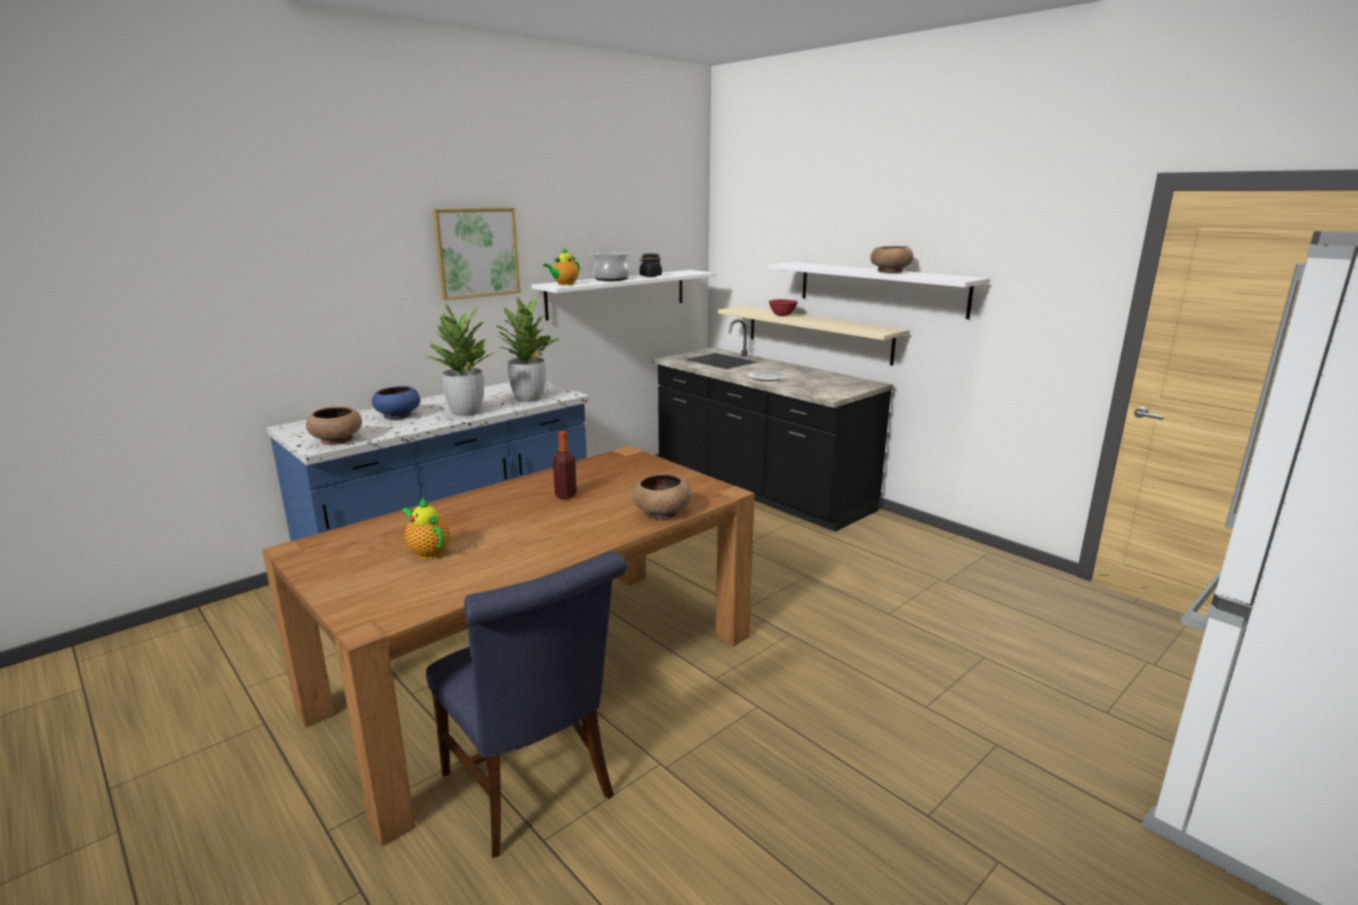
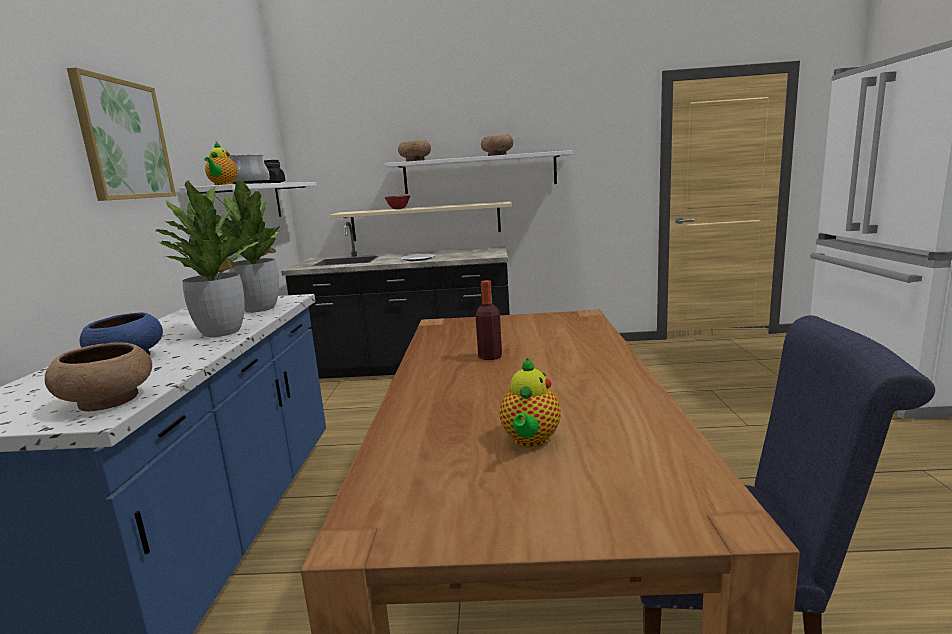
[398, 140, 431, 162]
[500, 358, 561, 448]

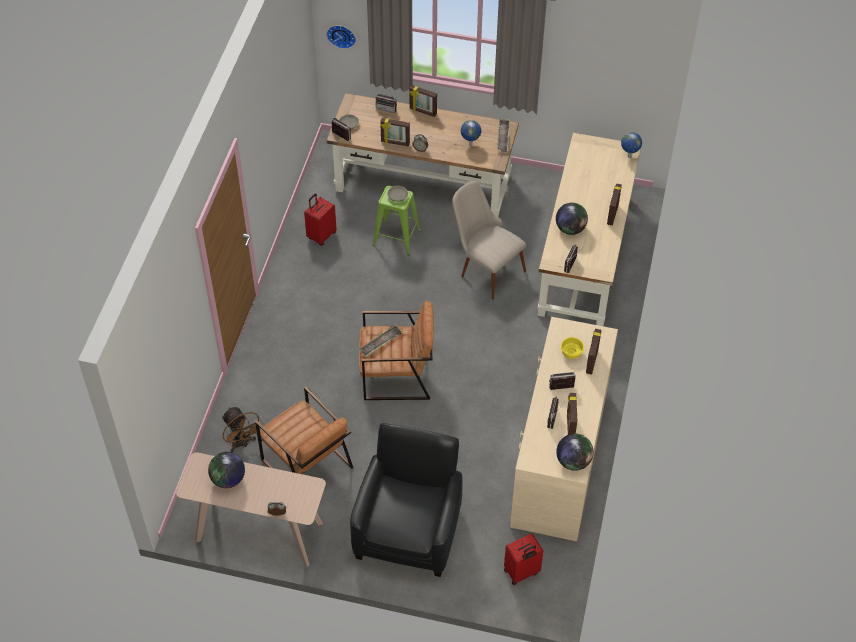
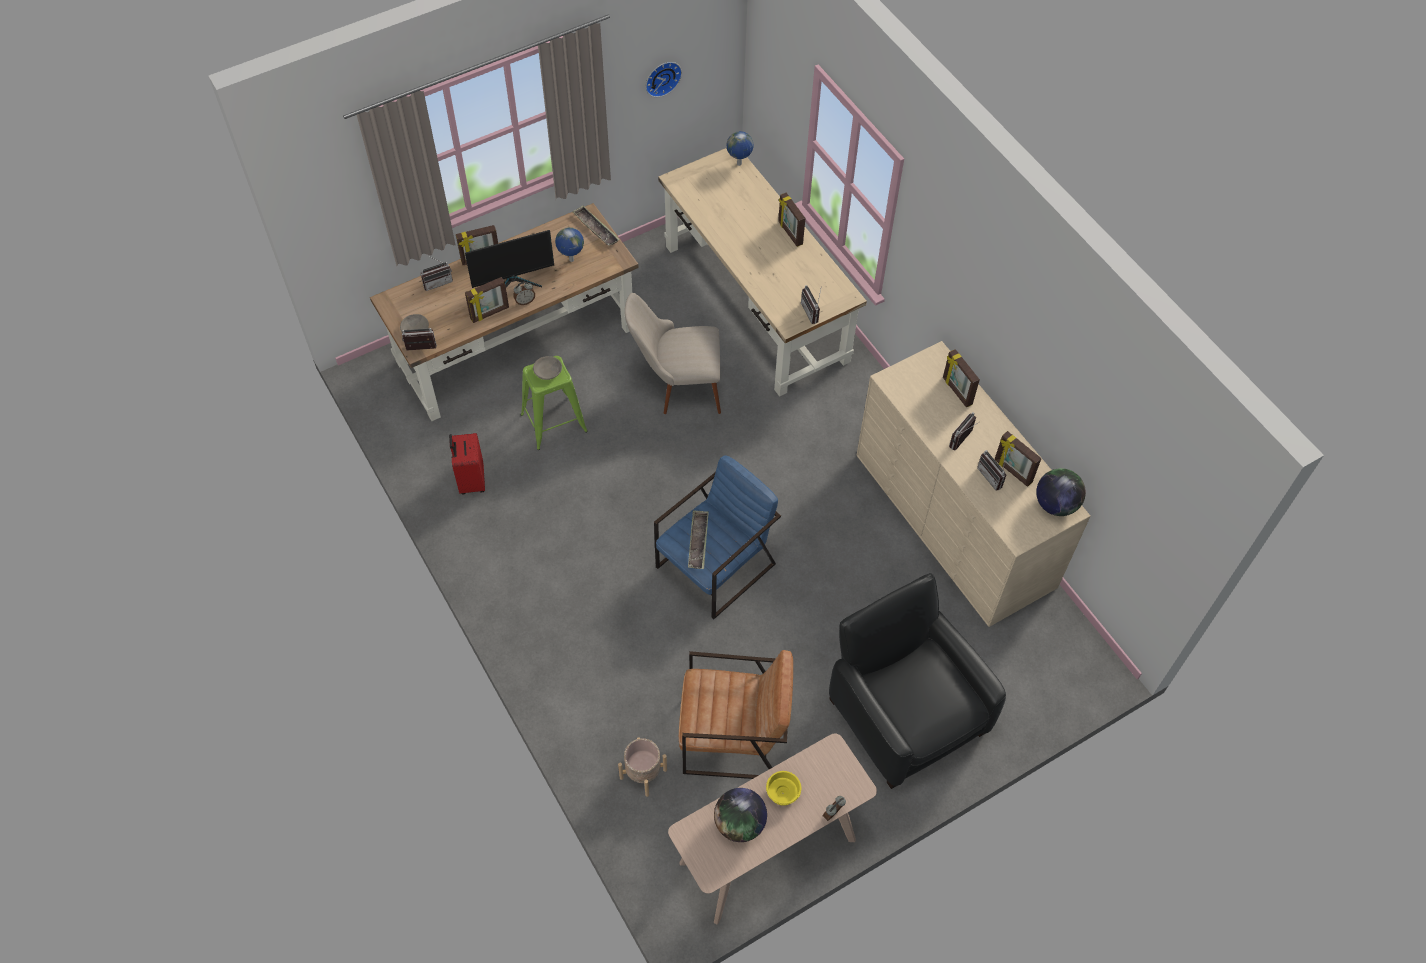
[646, 62, 682, 97]
[556, 203, 588, 235] (first image)
[654, 455, 781, 619]
[766, 771, 801, 806]
[618, 738, 667, 797]
[504, 533, 543, 585] (first image)
[465, 230, 554, 288]

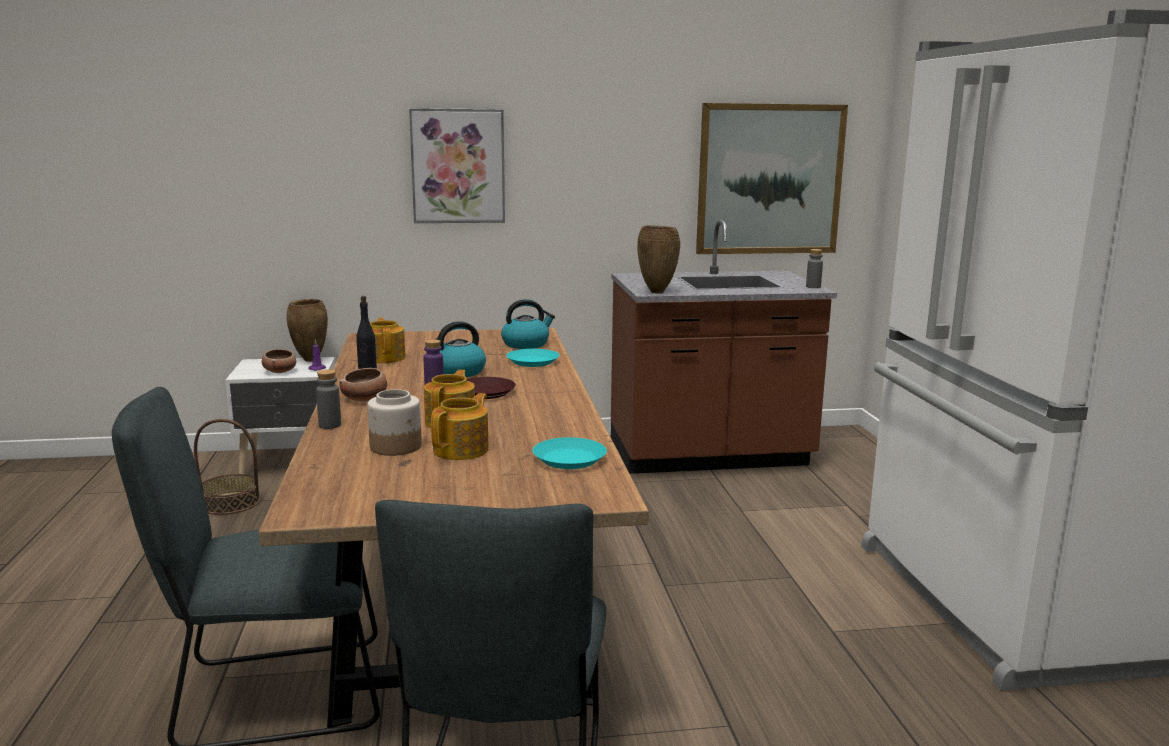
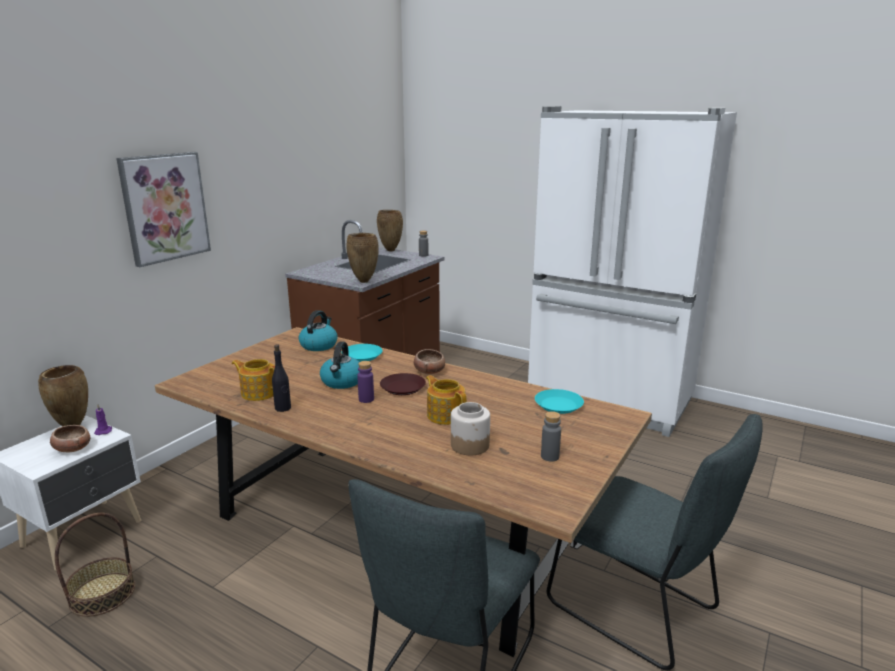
[696, 103, 848, 254] (first image)
[414, 349, 445, 374]
[541, 411, 561, 462]
[431, 393, 489, 460] (first image)
[377, 210, 403, 251]

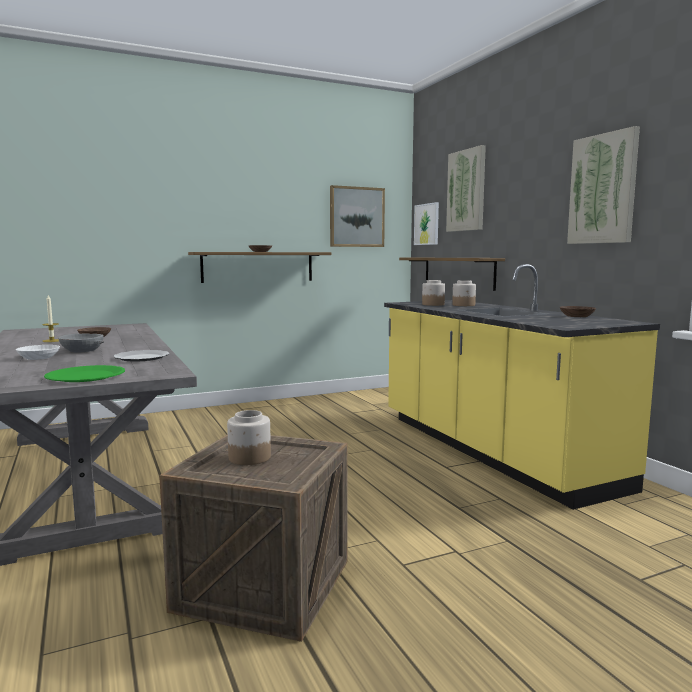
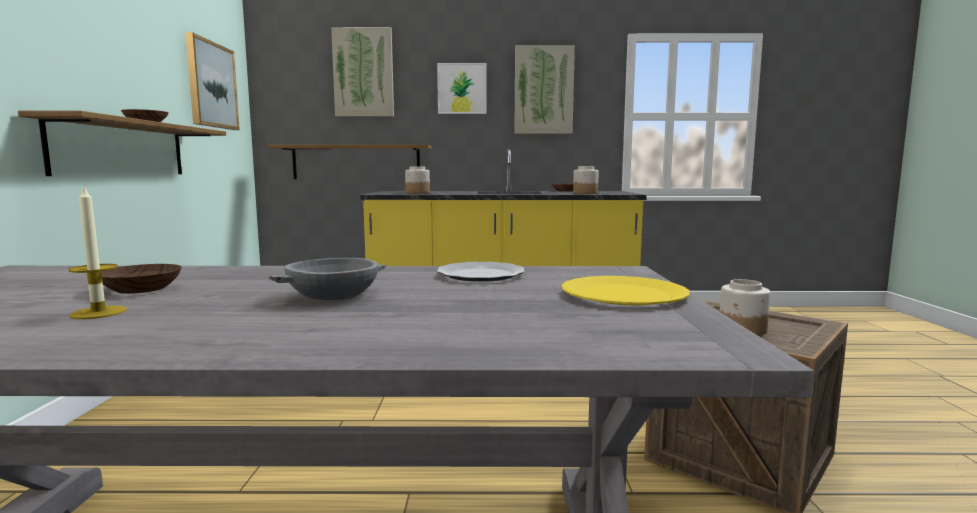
[437, 63, 486, 114]
[573, 166, 599, 194]
[16, 345, 60, 360] (first image)
[562, 276, 690, 305]

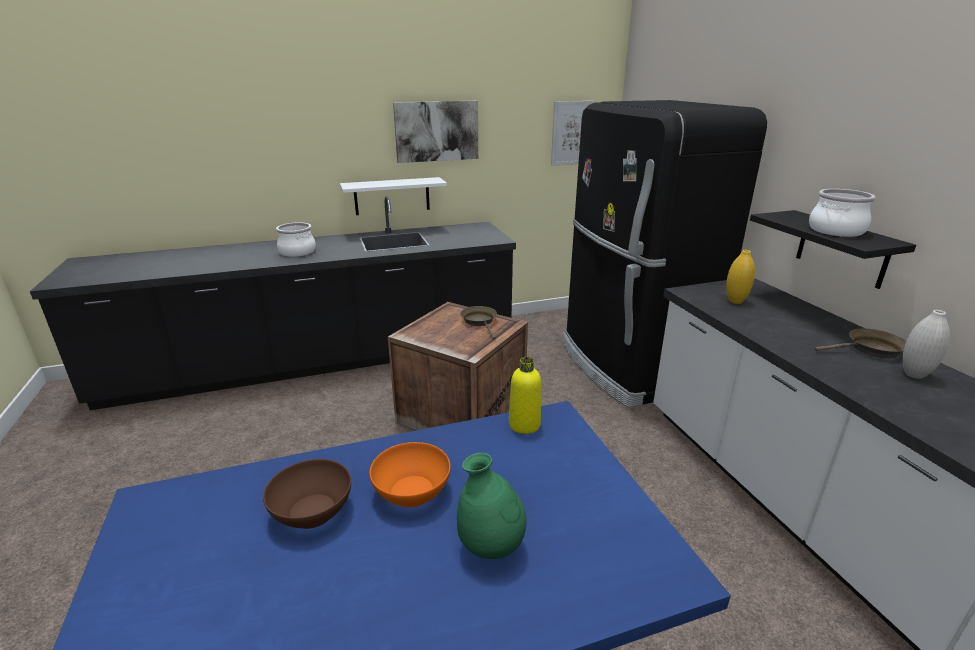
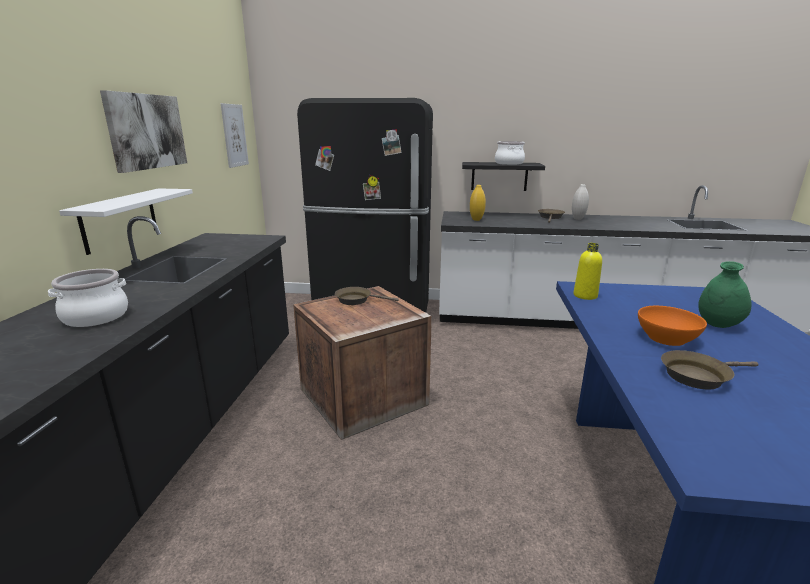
[661, 350, 759, 389]

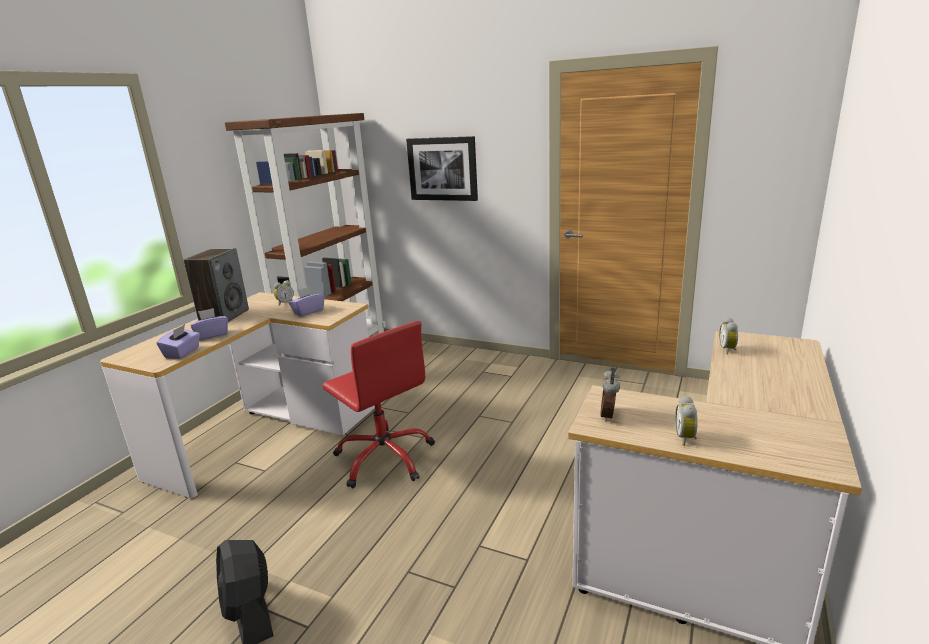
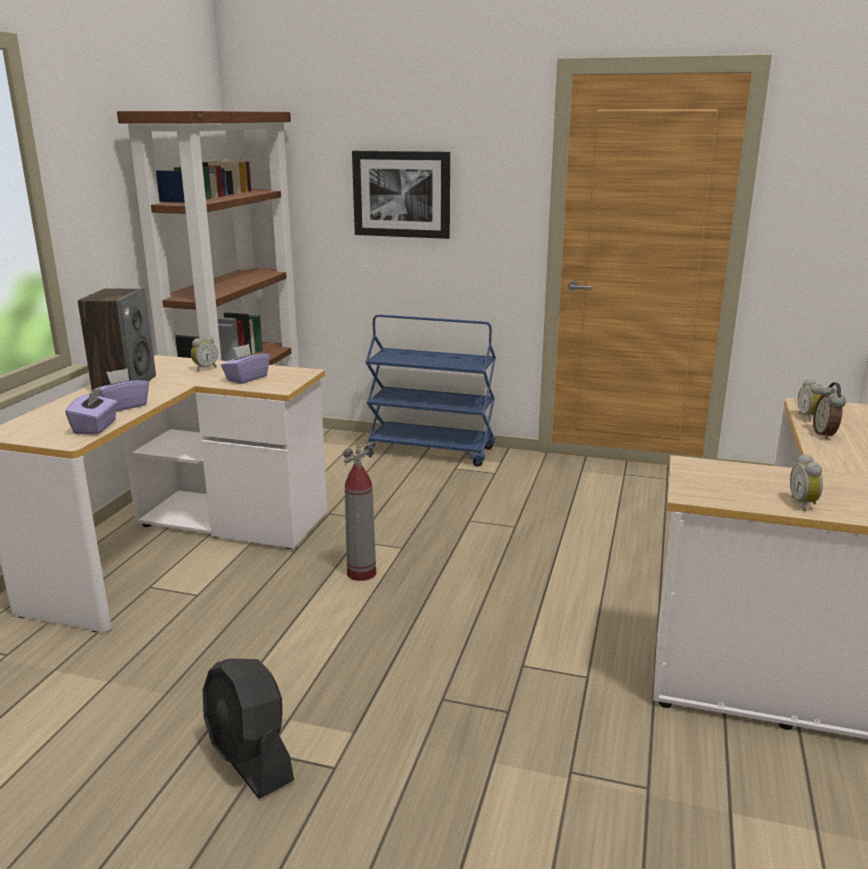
[343, 442, 376, 581]
[813, 382, 846, 439]
[364, 314, 496, 467]

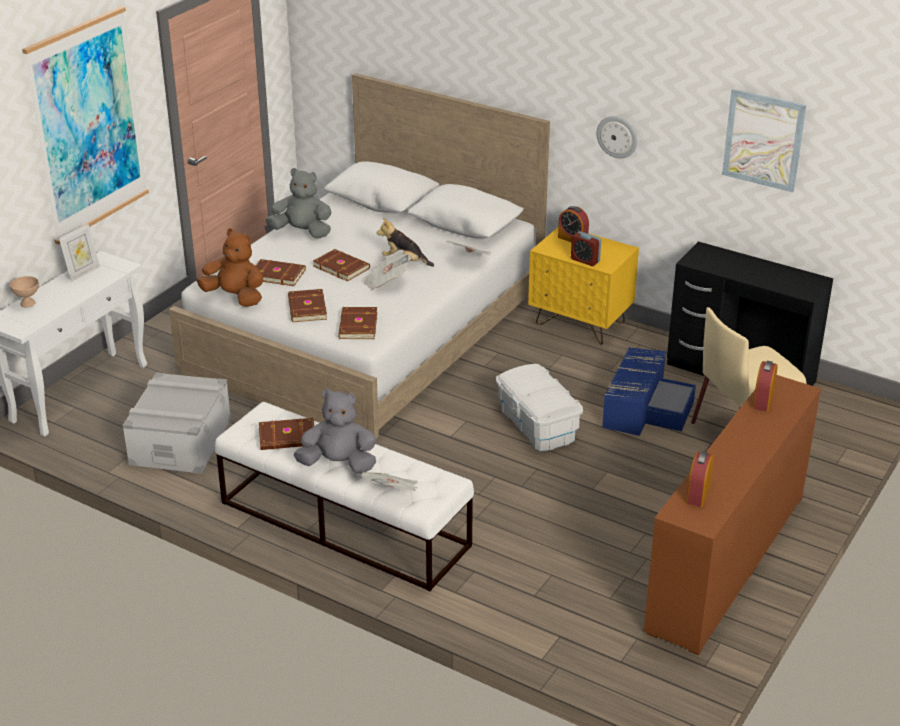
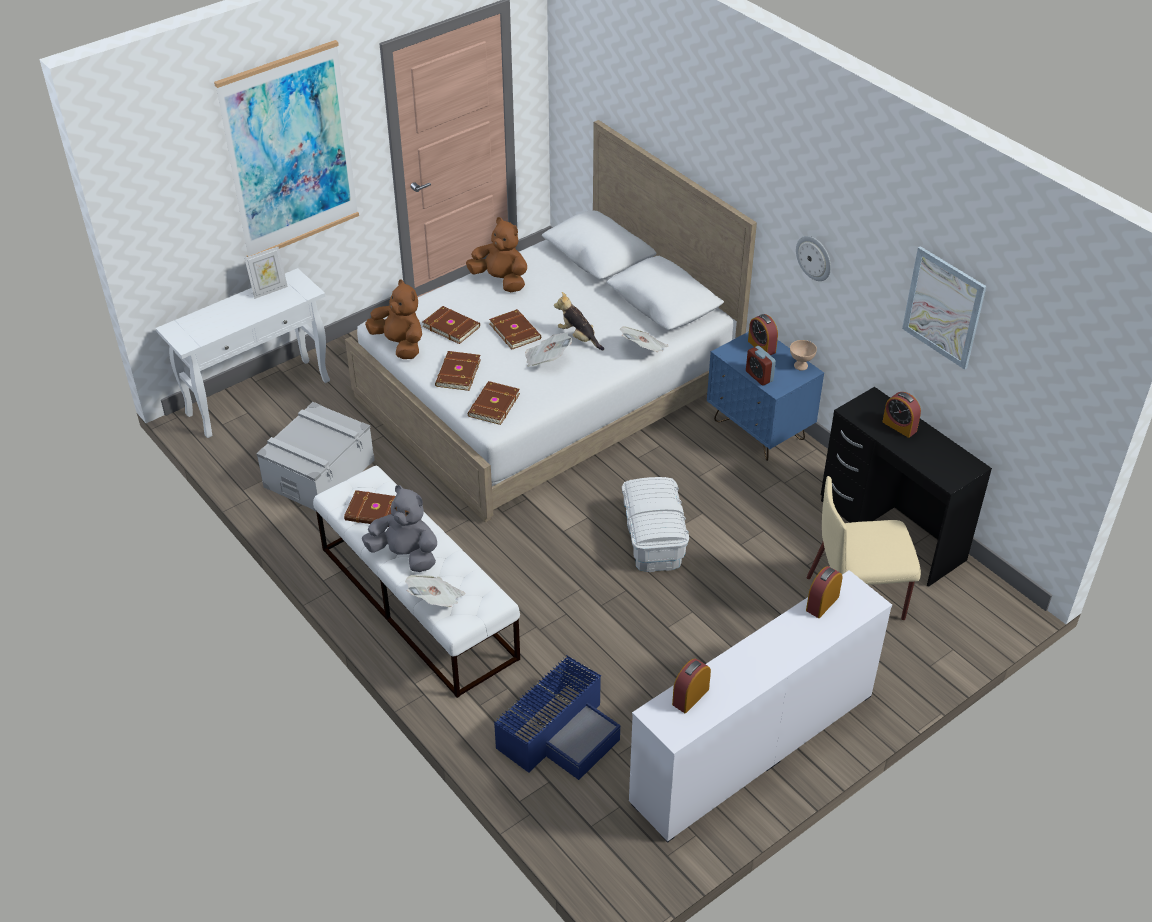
[466, 217, 527, 292]
[707, 332, 824, 461]
[790, 340, 817, 371]
[494, 655, 620, 780]
[629, 570, 892, 843]
[882, 392, 921, 438]

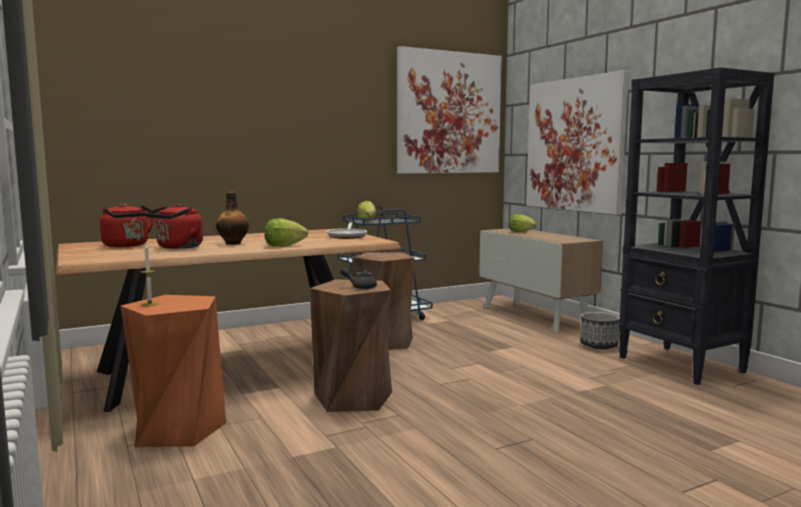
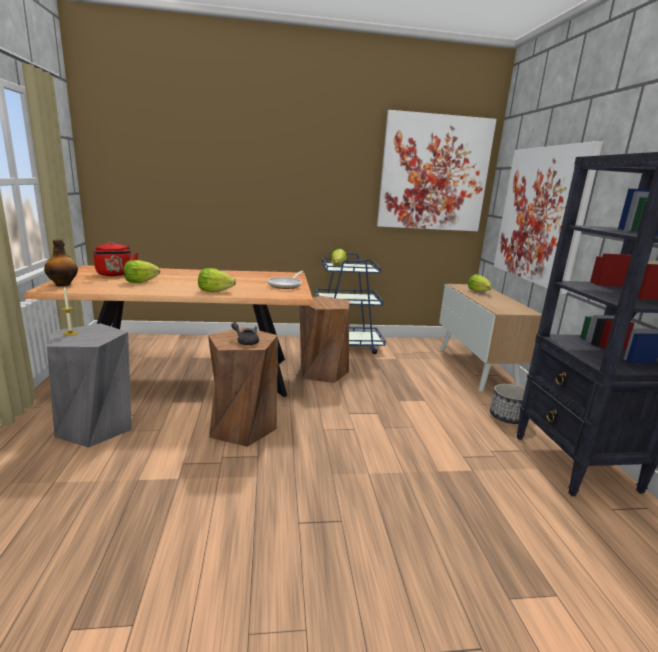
[44, 239, 78, 287]
[124, 260, 160, 283]
[47, 323, 132, 448]

